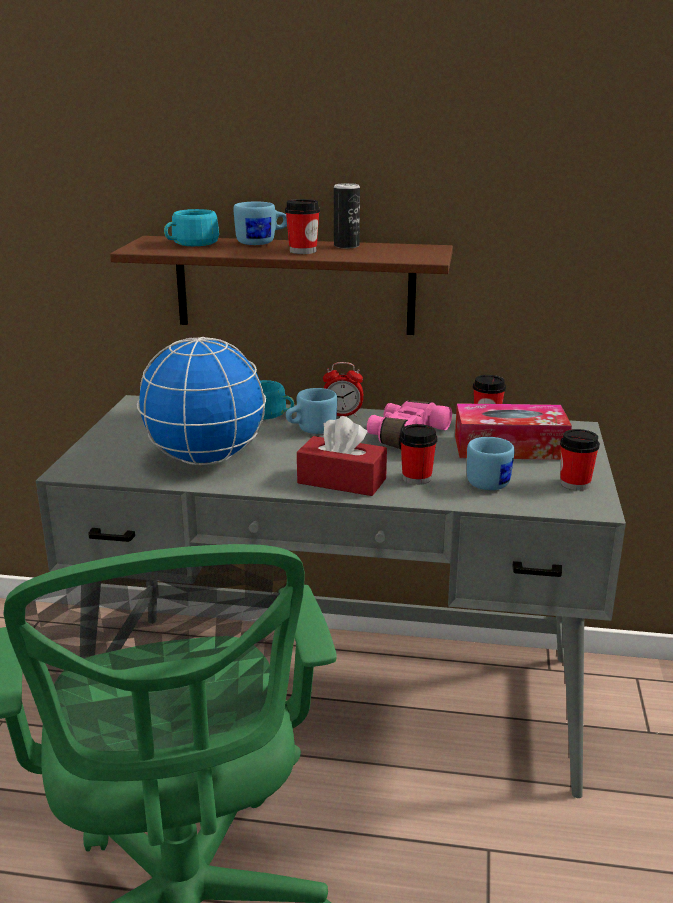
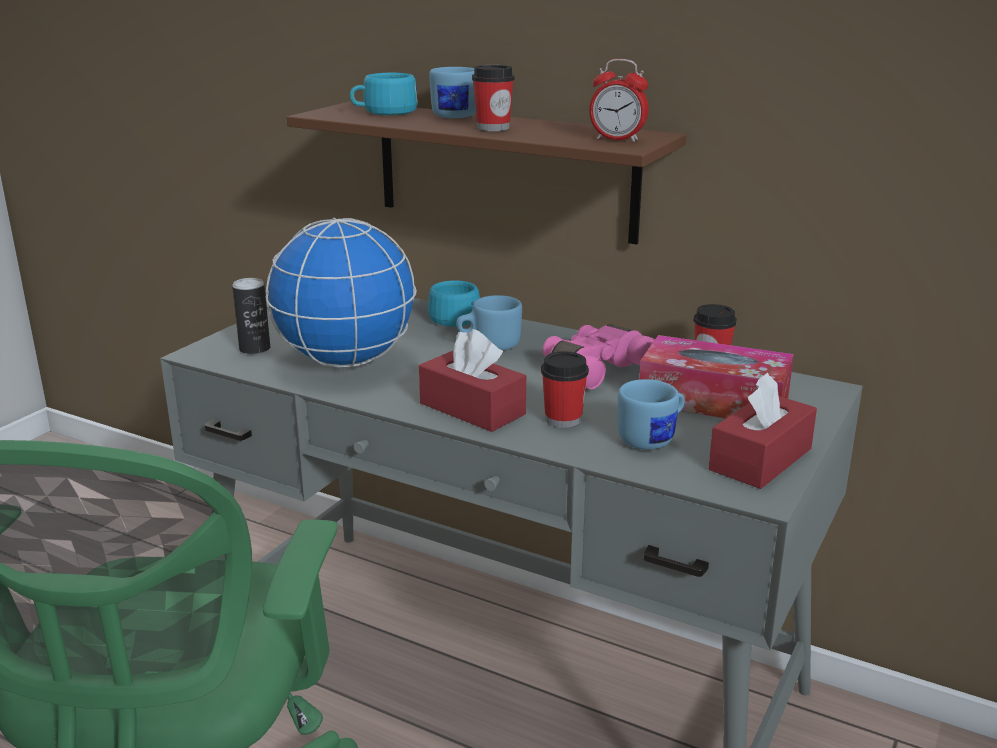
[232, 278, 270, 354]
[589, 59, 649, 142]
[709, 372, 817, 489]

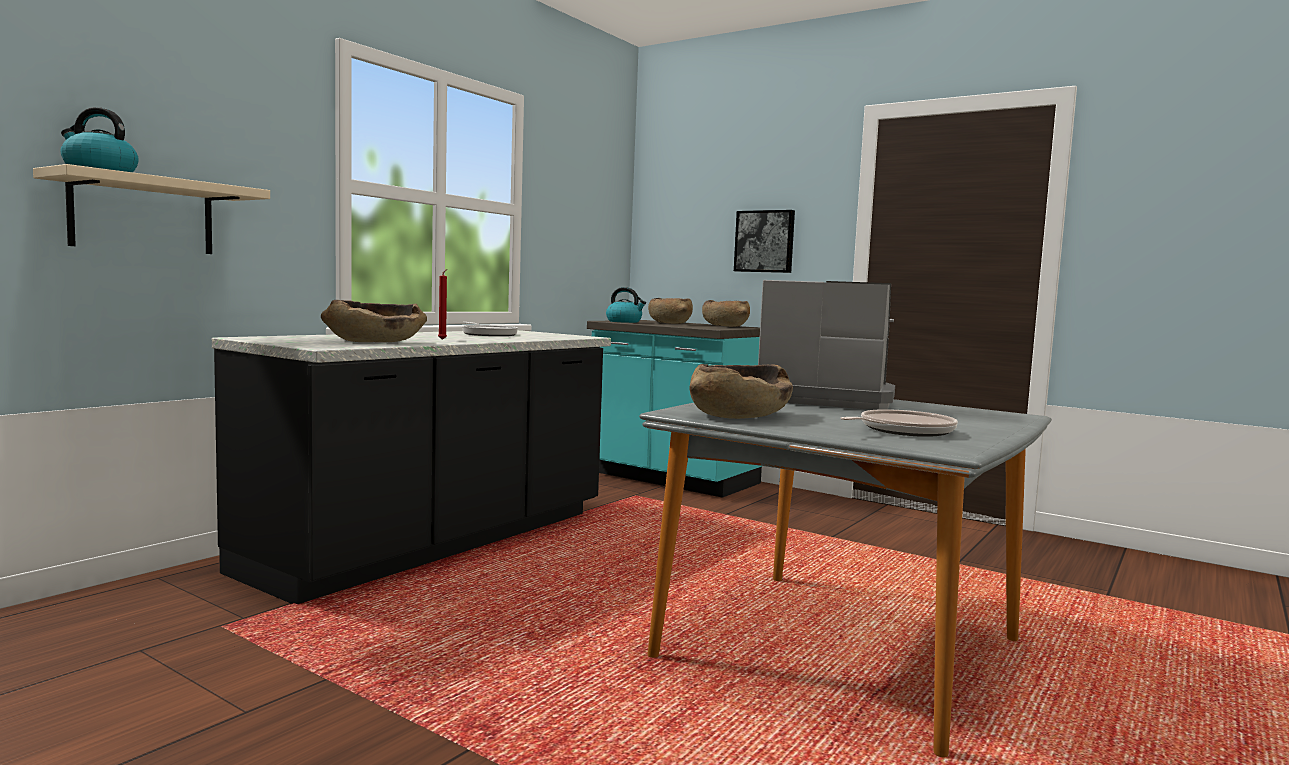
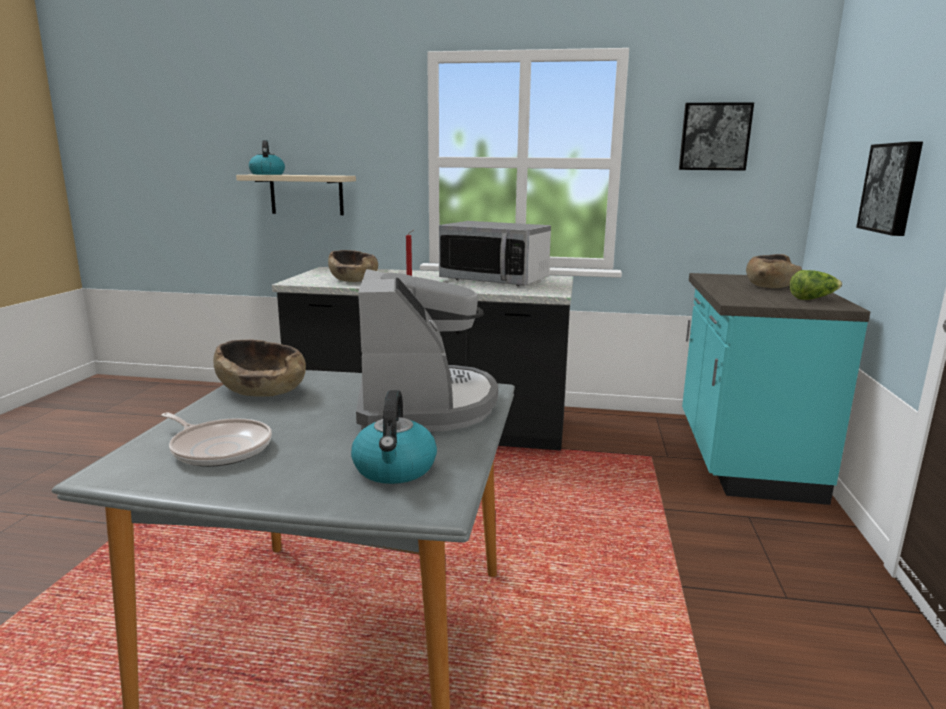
[351, 390, 437, 484]
[790, 270, 842, 300]
[439, 221, 551, 286]
[679, 102, 754, 171]

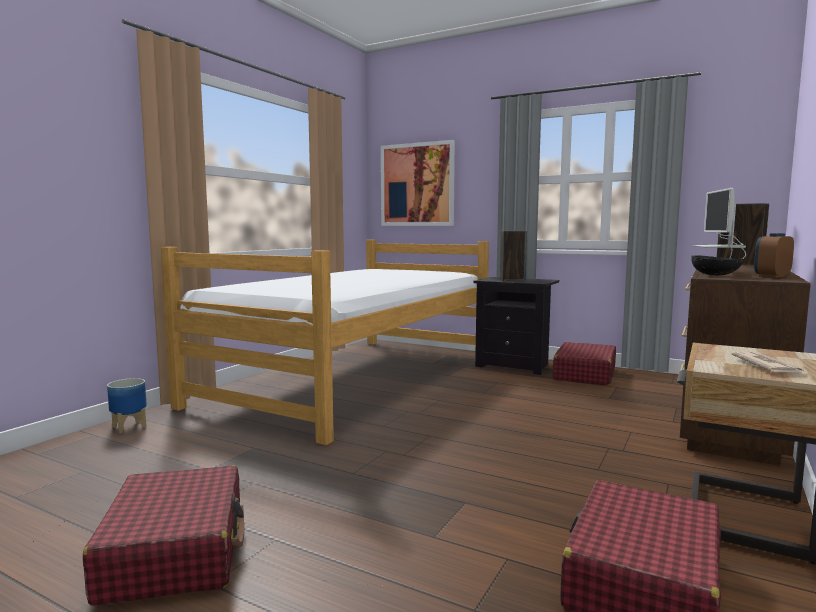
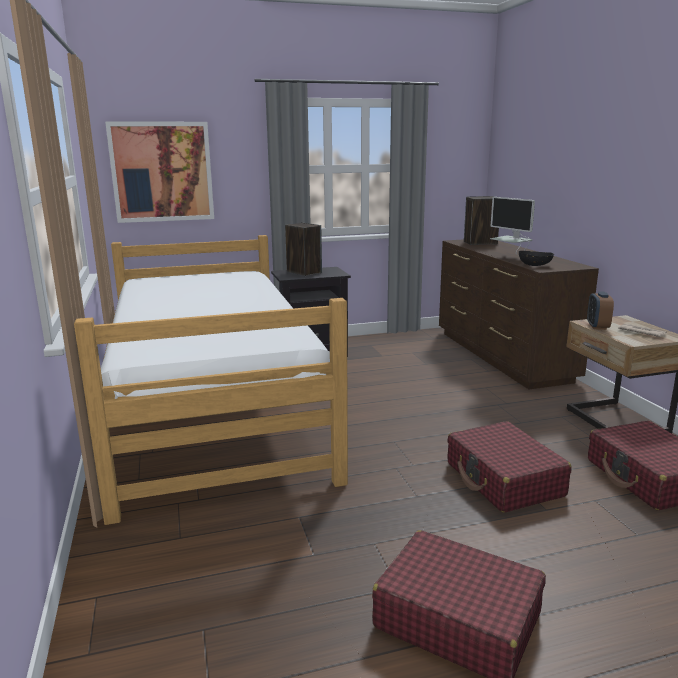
[587, 291, 614, 330]
[447, 421, 571, 513]
[107, 378, 147, 433] (first image)

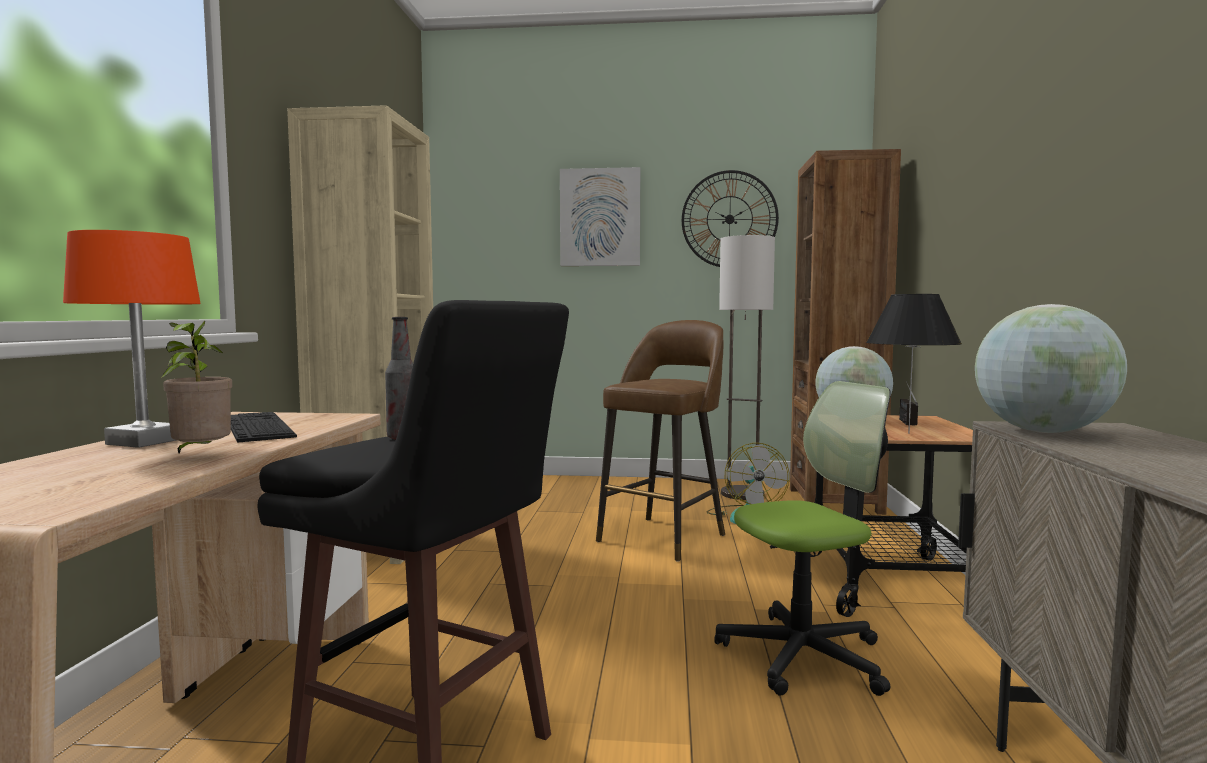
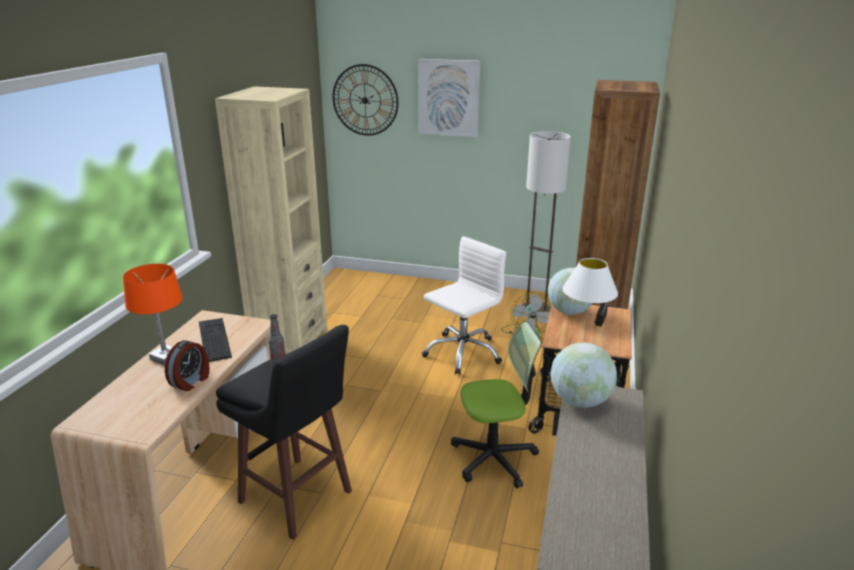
[333, 64, 399, 136]
[563, 258, 618, 340]
[422, 236, 506, 375]
[165, 340, 210, 391]

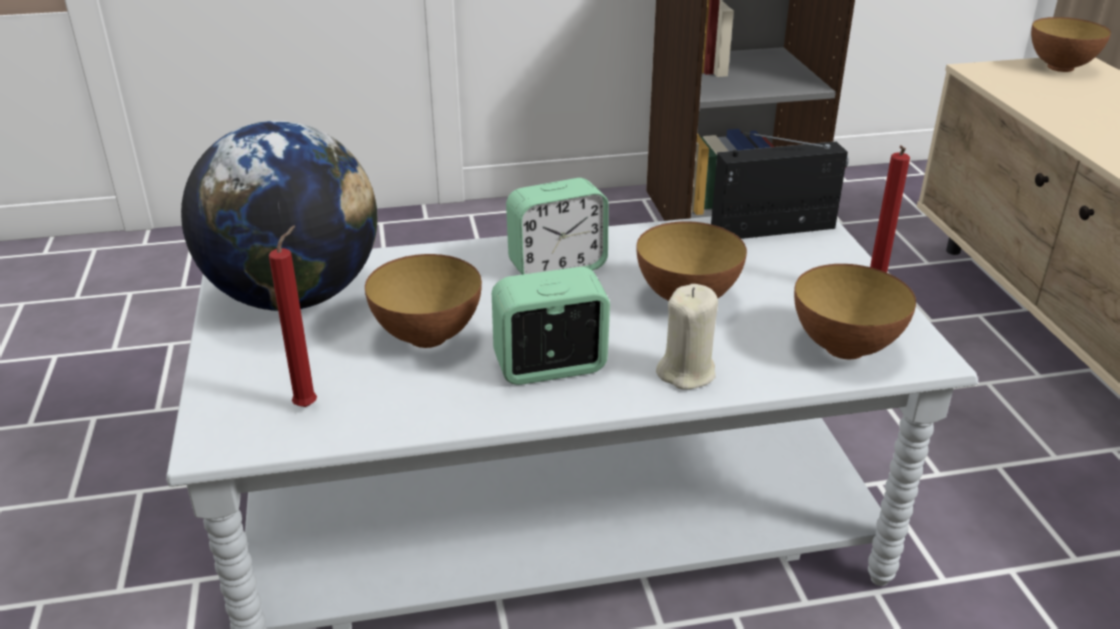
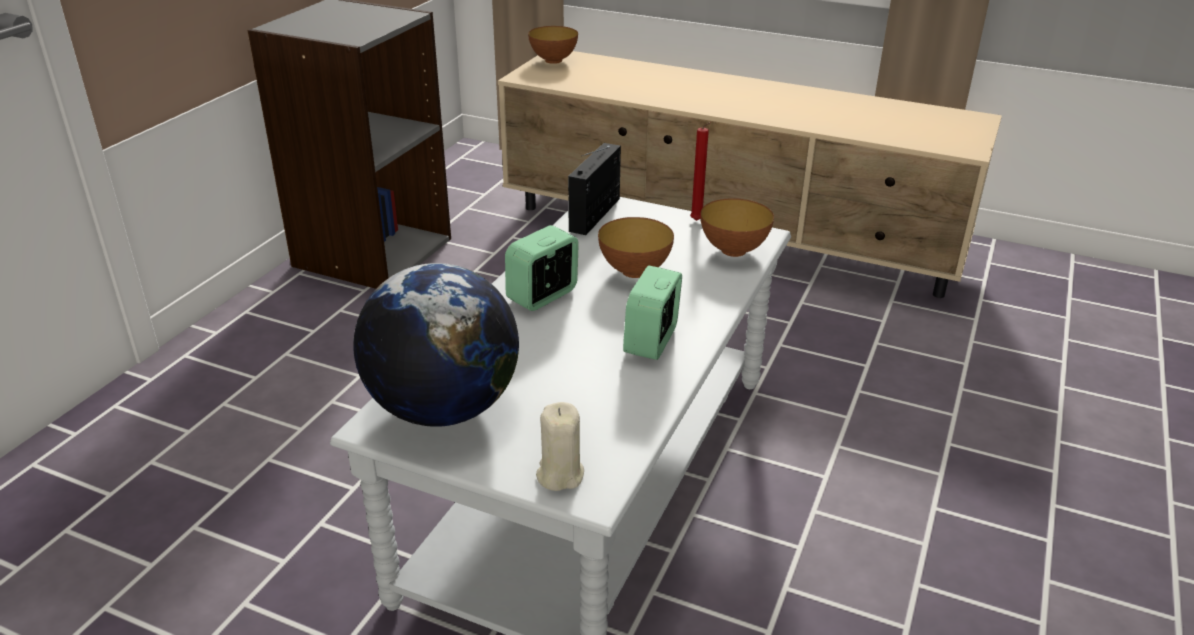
[505, 225, 579, 311]
[269, 226, 317, 407] (first image)
[365, 254, 482, 348] (first image)
[536, 402, 584, 491]

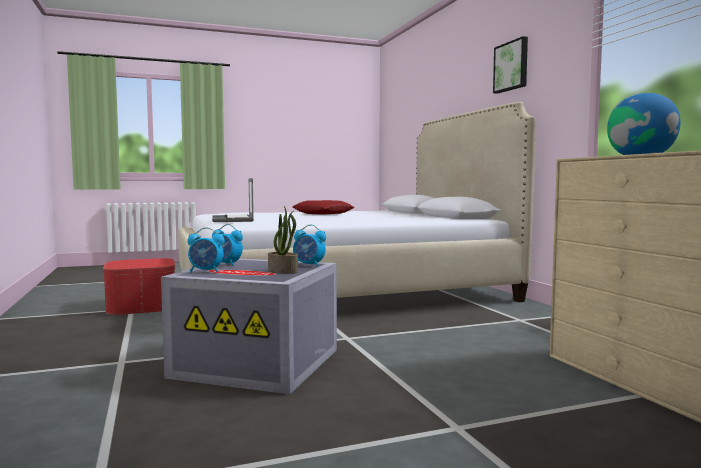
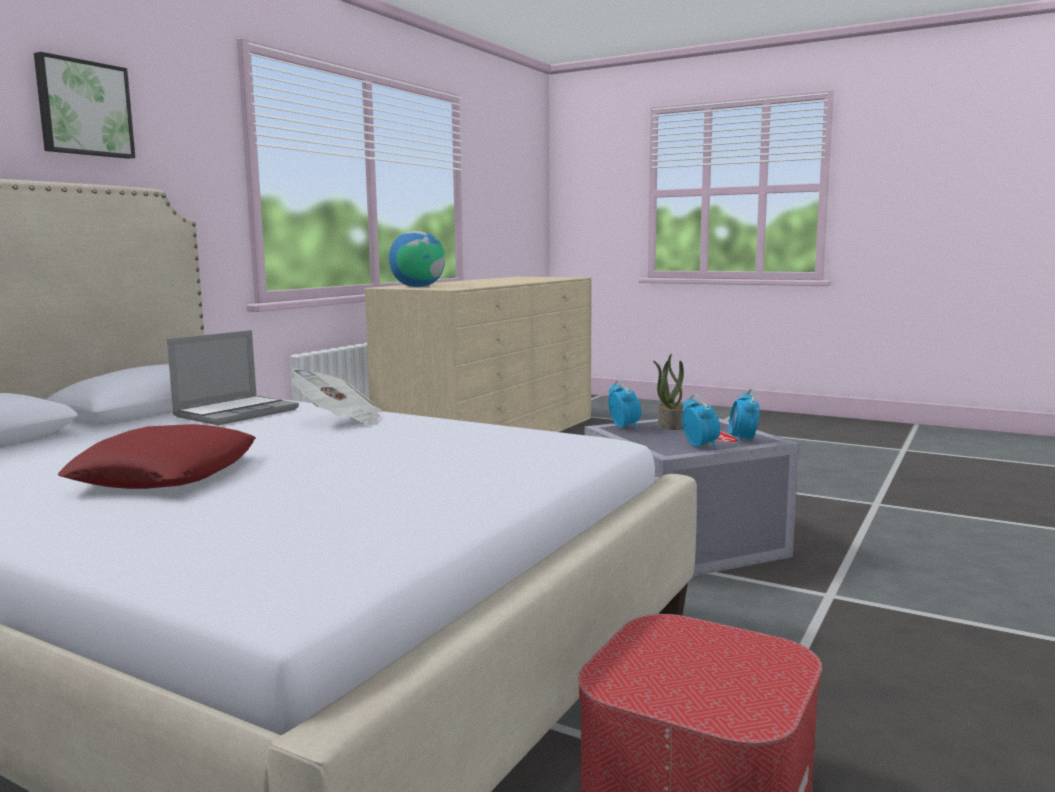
[167, 330, 299, 426]
[729, 389, 760, 444]
[291, 368, 382, 426]

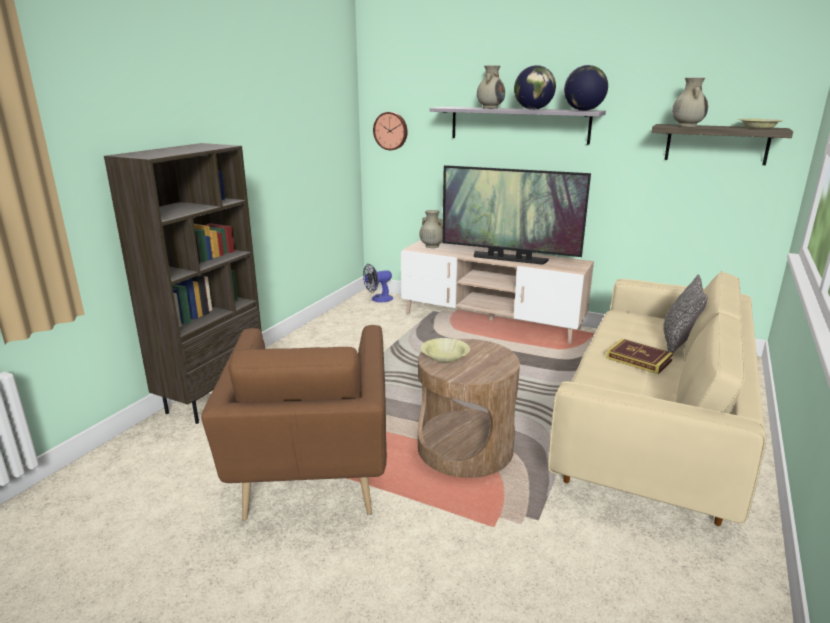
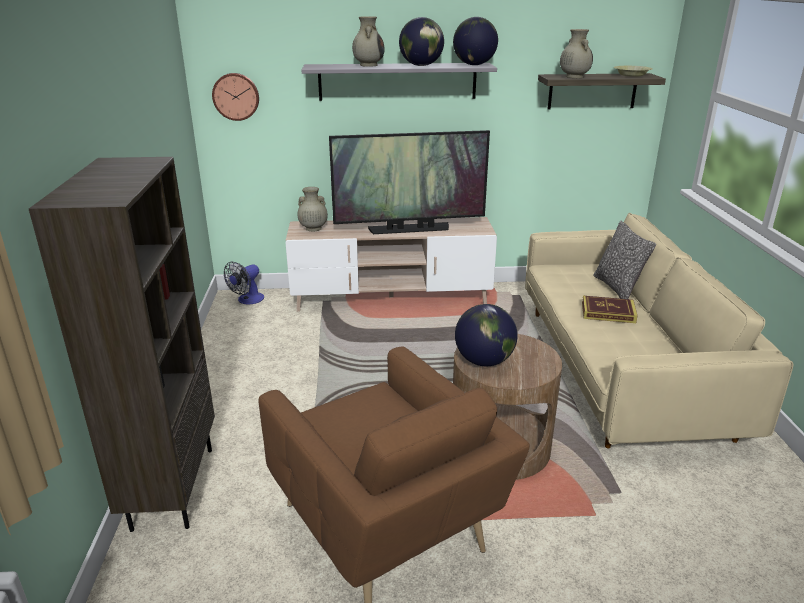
[455, 304, 518, 366]

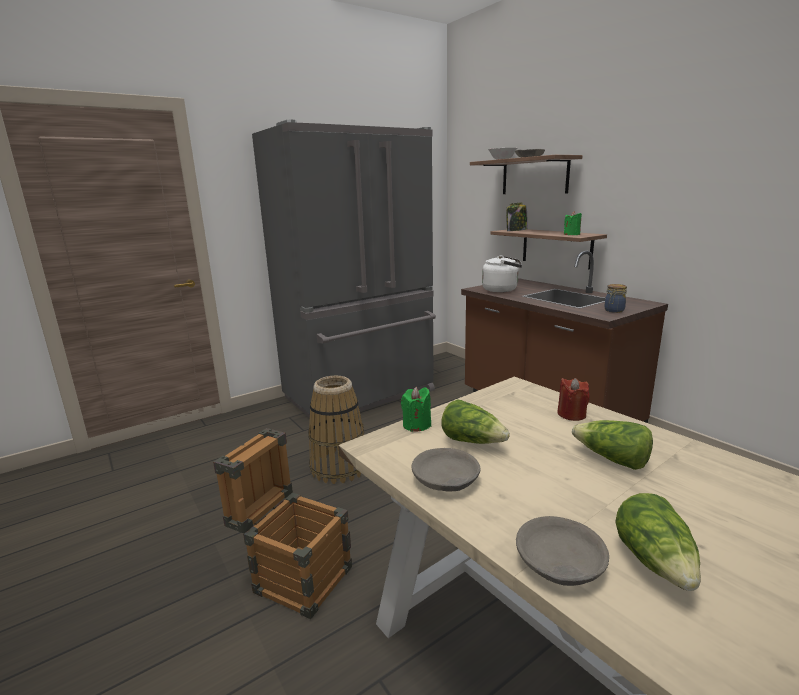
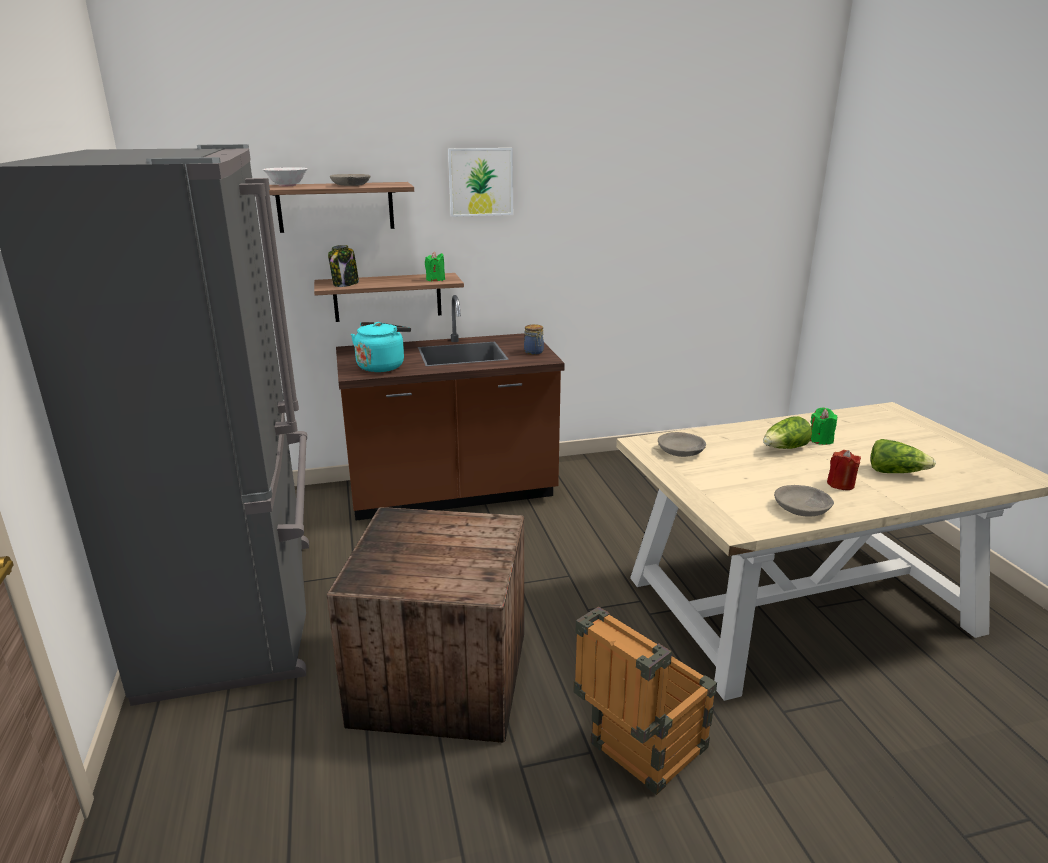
[351, 322, 411, 372]
[327, 507, 524, 743]
[827, 450, 861, 490]
[810, 407, 837, 445]
[441, 399, 510, 444] (first image)
[658, 432, 706, 457]
[448, 148, 513, 217]

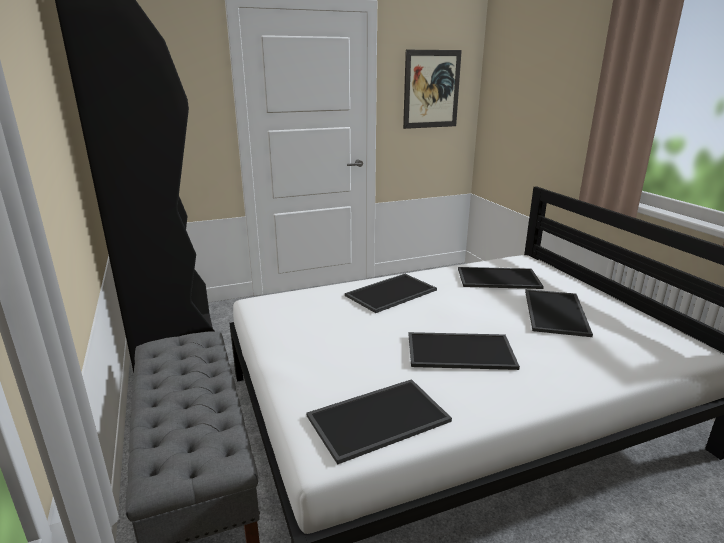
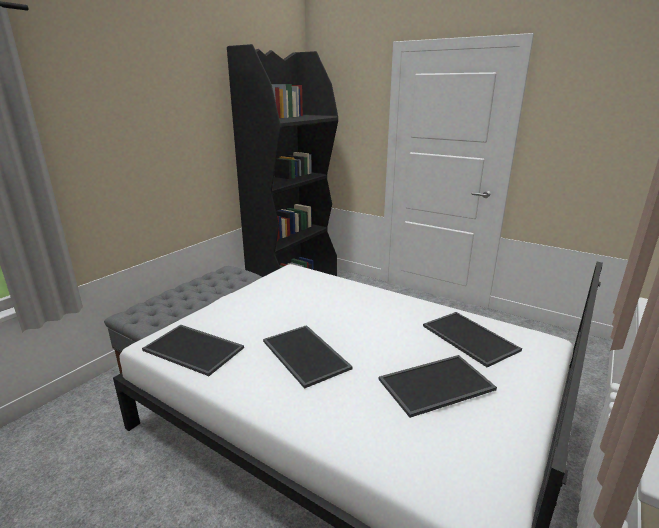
[403, 50, 462, 129] (first image)
[345, 274, 437, 313] (first image)

